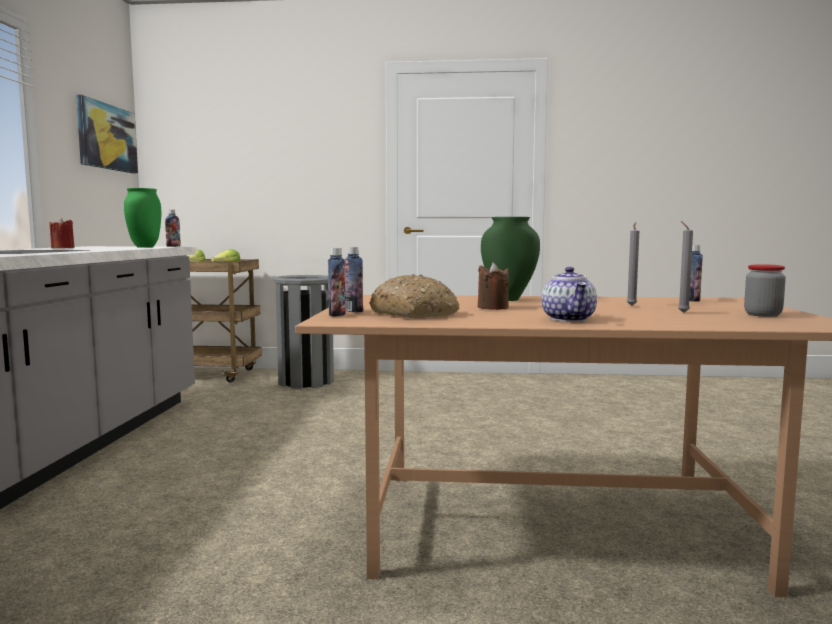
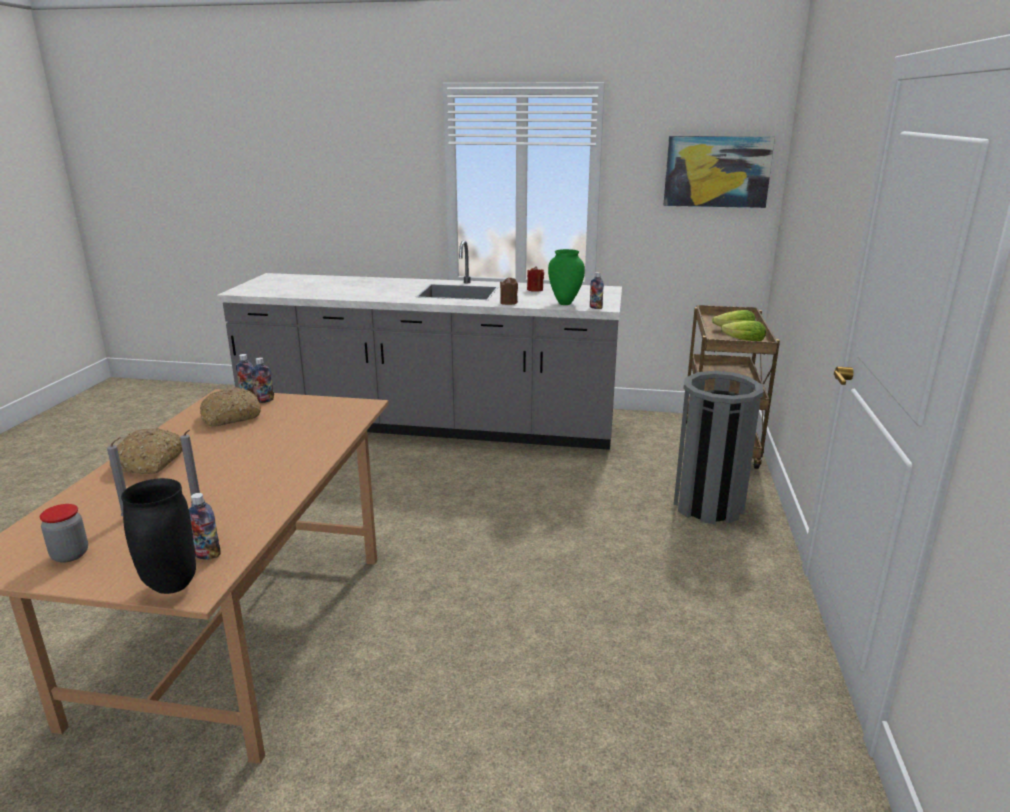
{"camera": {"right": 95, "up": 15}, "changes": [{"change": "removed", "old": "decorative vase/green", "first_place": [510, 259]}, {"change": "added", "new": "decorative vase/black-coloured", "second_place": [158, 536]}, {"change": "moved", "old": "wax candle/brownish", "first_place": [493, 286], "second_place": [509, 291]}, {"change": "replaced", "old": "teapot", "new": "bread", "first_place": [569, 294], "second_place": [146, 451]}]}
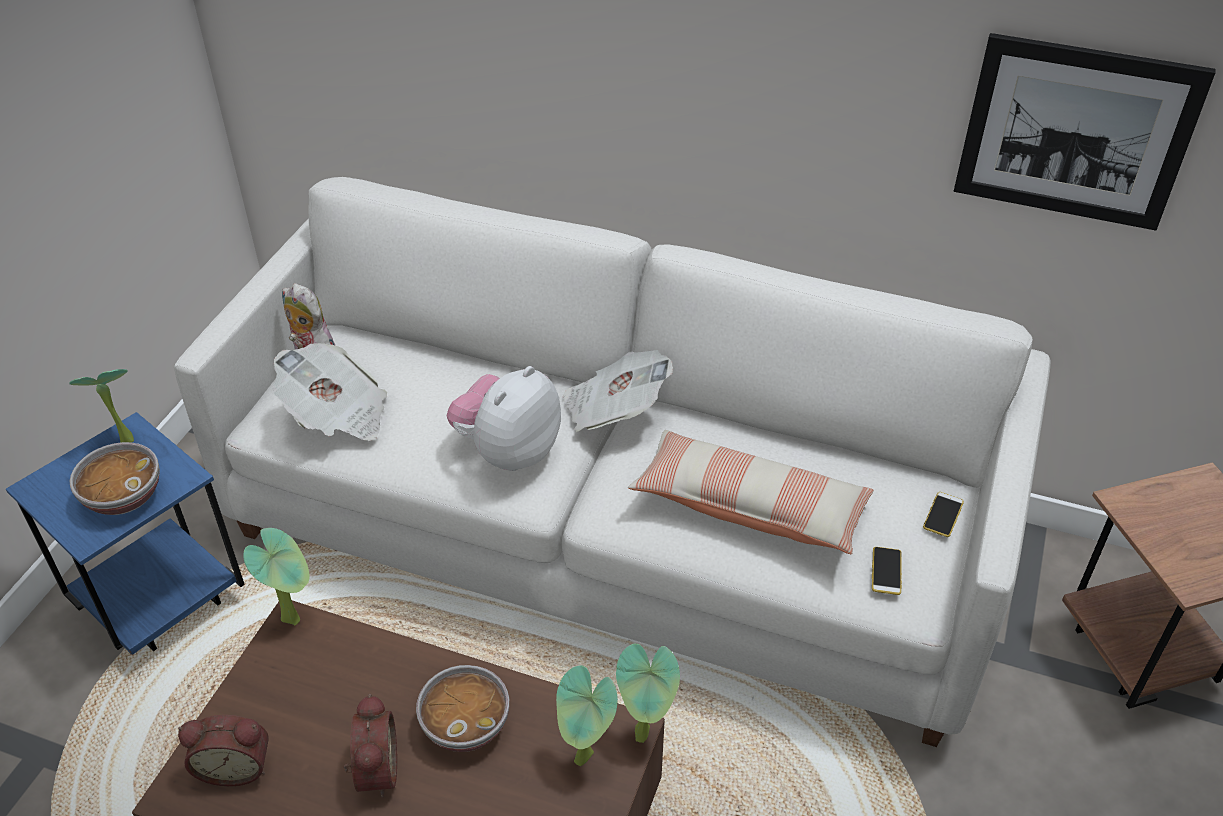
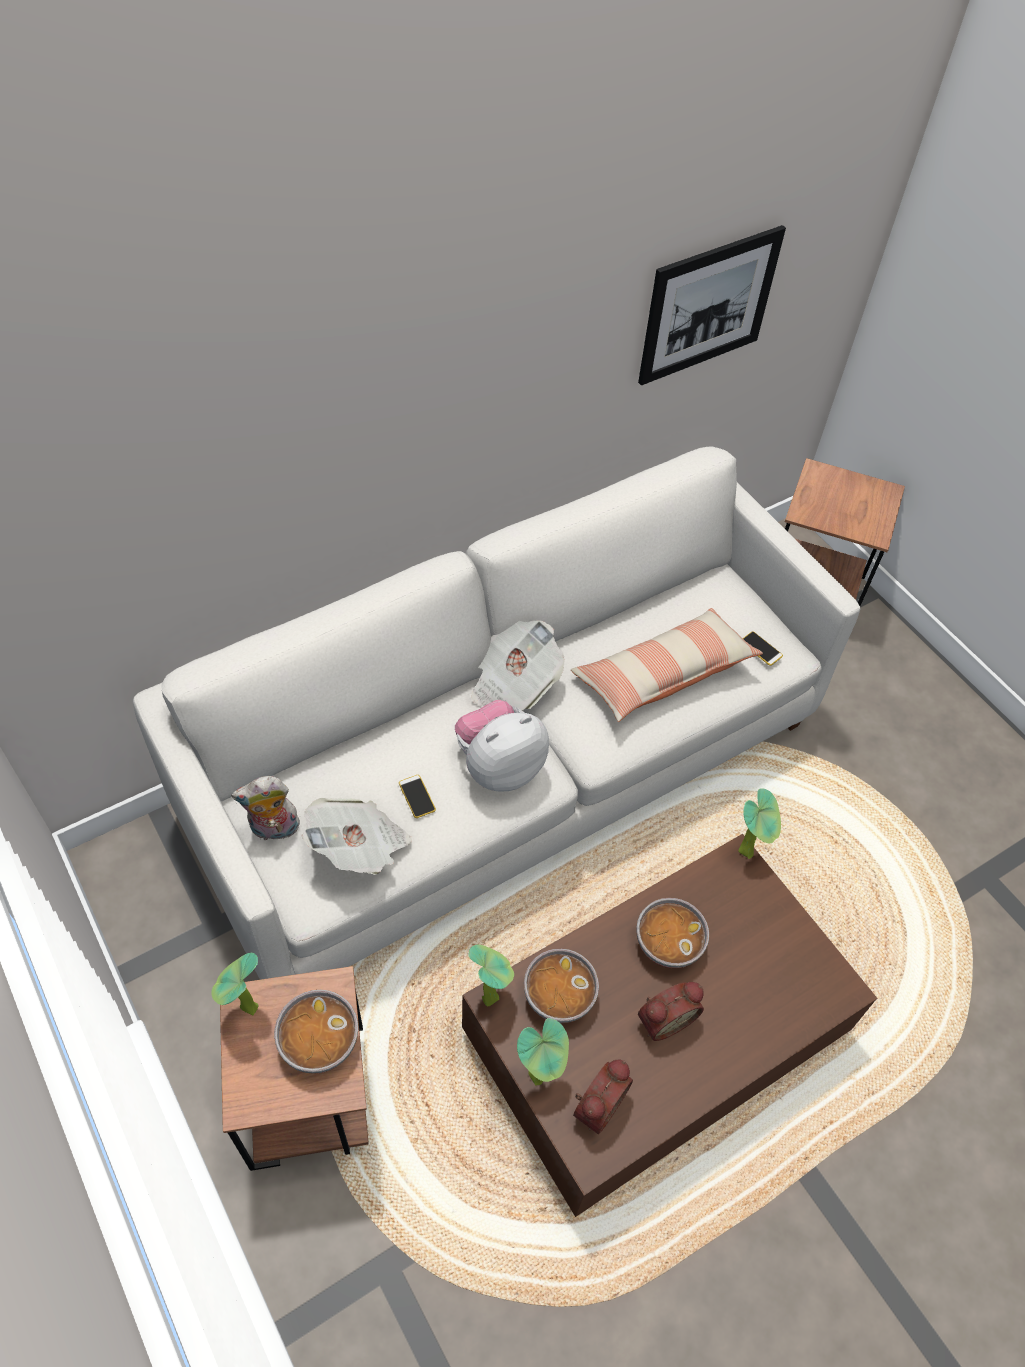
{"camera": {"right": -55, "up": 10}, "changes": [{"change": "added", "new": "bowl", "second_place": [561, 986]}, {"change": "moved", "old": "potted plant", "first_place": [587, 715], "second_place": [543, 1052]}, {"change": "moved", "old": "telephone", "first_place": [943, 514], "second_place": [417, 796]}, {"change": "recoloured", "old": "accent table/blue-coloured", "new": "accent table/brownish", "first_place": [125, 533], "second_place": [294, 1068]}, {"change": "turned", "old": "alarm clock", "first_place": [370, 746], "second_place": [671, 1011], "degrees": 120}, {"change": "turned", "old": "cuddly toy", "first_place": [504, 418], "second_place": [502, 746], "degrees": 75}]}
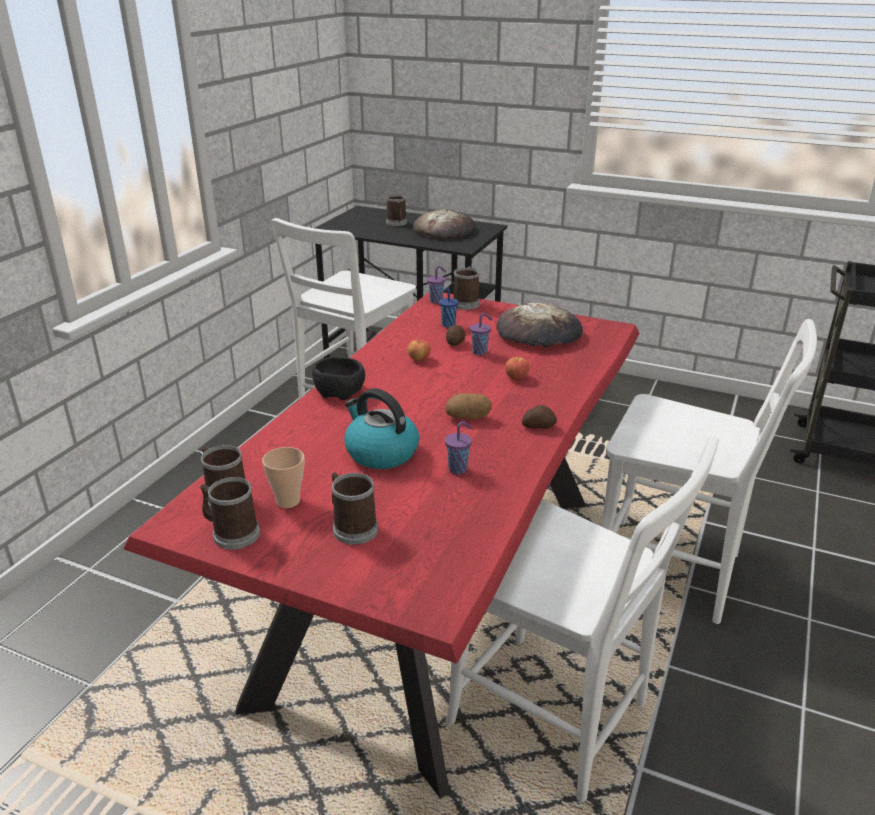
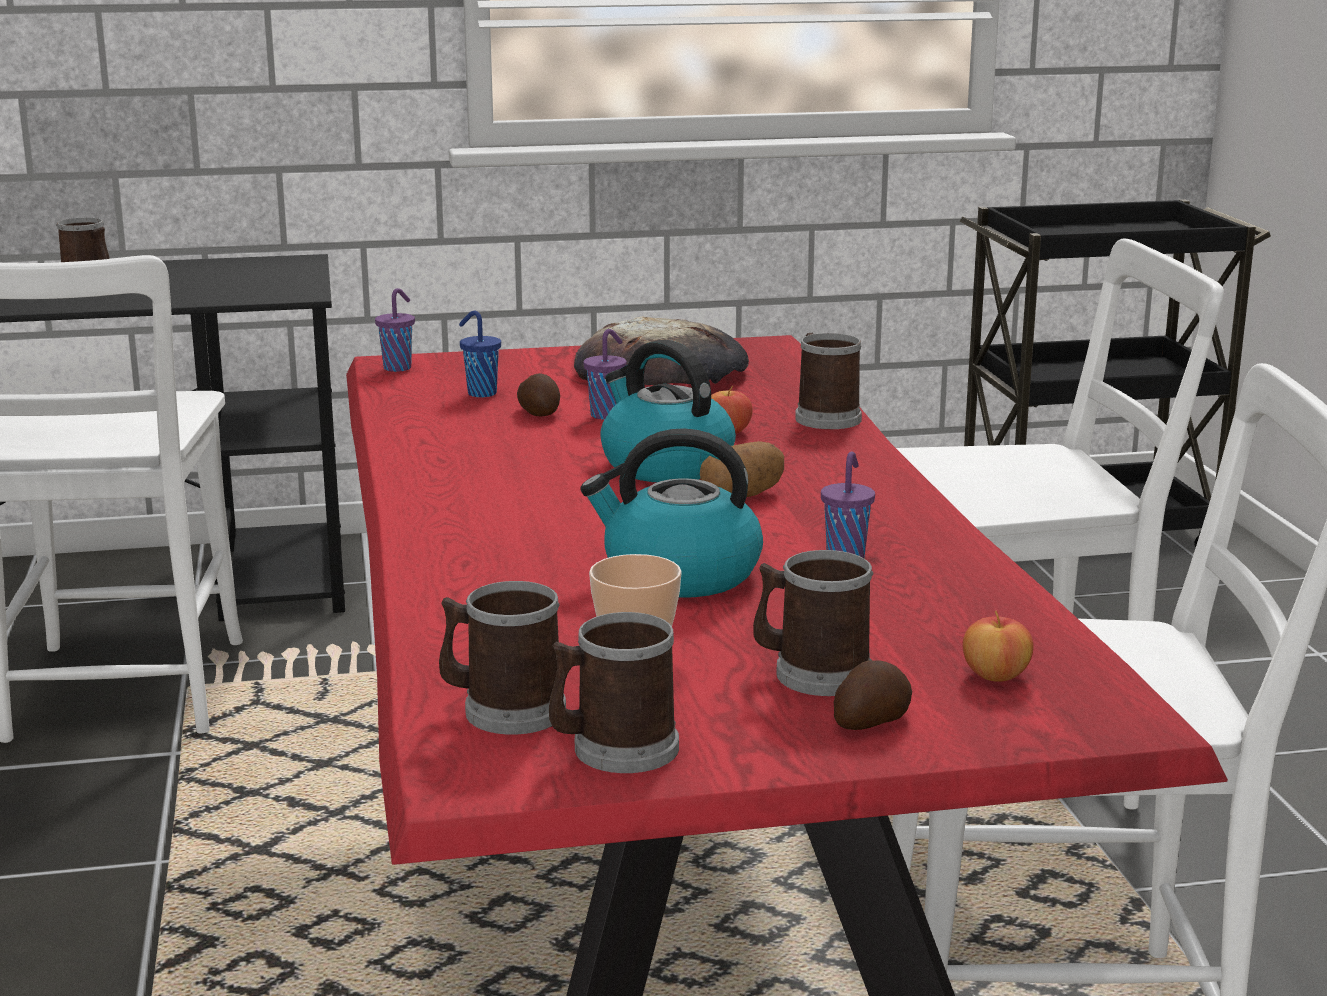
{"camera": {"right": -35, "up": -10}, "changes": [{"change": "removed", "old": "bowl/black-coloured", "first_place": [338, 378]}, {"change": "removed", "old": "bread", "first_place": [444, 224]}, {"change": "added", "new": "kettle", "second_place": [668, 411]}, {"change": "moved", "old": "apple fruit", "first_place": [419, 350], "second_place": [998, 646]}, {"change": "moved", "old": "mug", "first_place": [466, 288], "second_place": [828, 381]}, {"change": "moved", "old": "potato", "first_place": [539, 417], "second_place": [873, 695]}]}
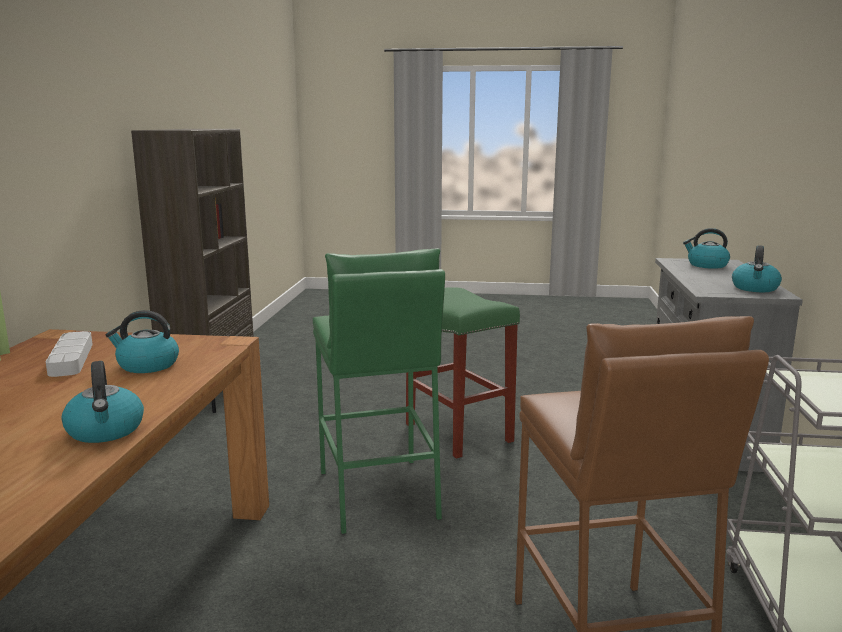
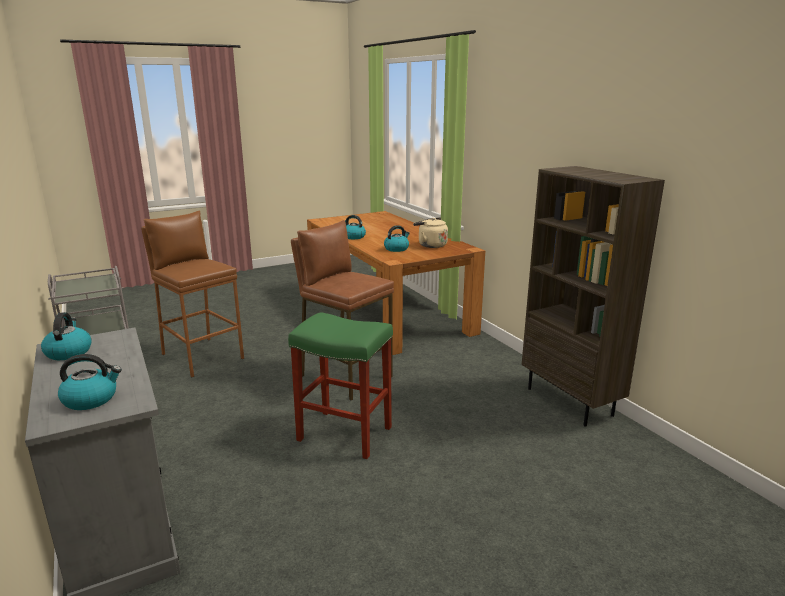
{"camera": {"right": 145, "up": 5}, "changes": [{"change": "replaced", "old": "carrying tray/gray", "new": "kettle/sand-coloured", "first_place": [69, 354], "second_place": [430, 232]}, {"change": "recoloured", "old": "stool seat/green", "new": "stool seat/brownish", "first_place": [379, 391], "second_place": [342, 310]}]}
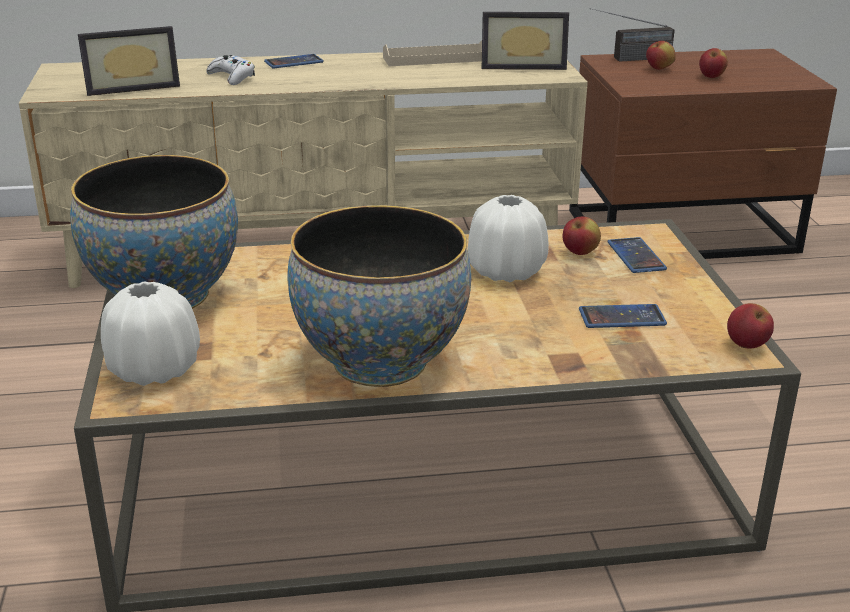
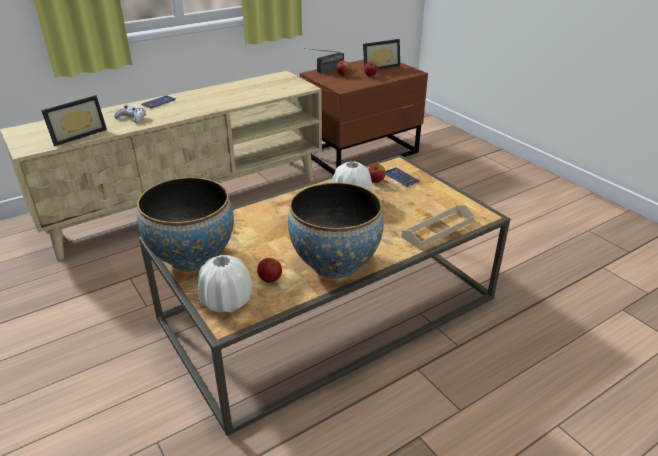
{"camera": {"right": -25, "up": 5}, "changes": [{"change": "removed", "old": "telephone", "first_place": [623, 316]}, {"change": "moved", "old": "carrying tray/sand-coloured", "first_place": [432, 53], "second_place": [437, 226]}, {"change": "moved", "old": "picture frame", "first_place": [525, 41], "second_place": [381, 55]}, {"change": "moved", "old": "apple fruit", "first_place": [750, 325], "second_place": [269, 270]}]}
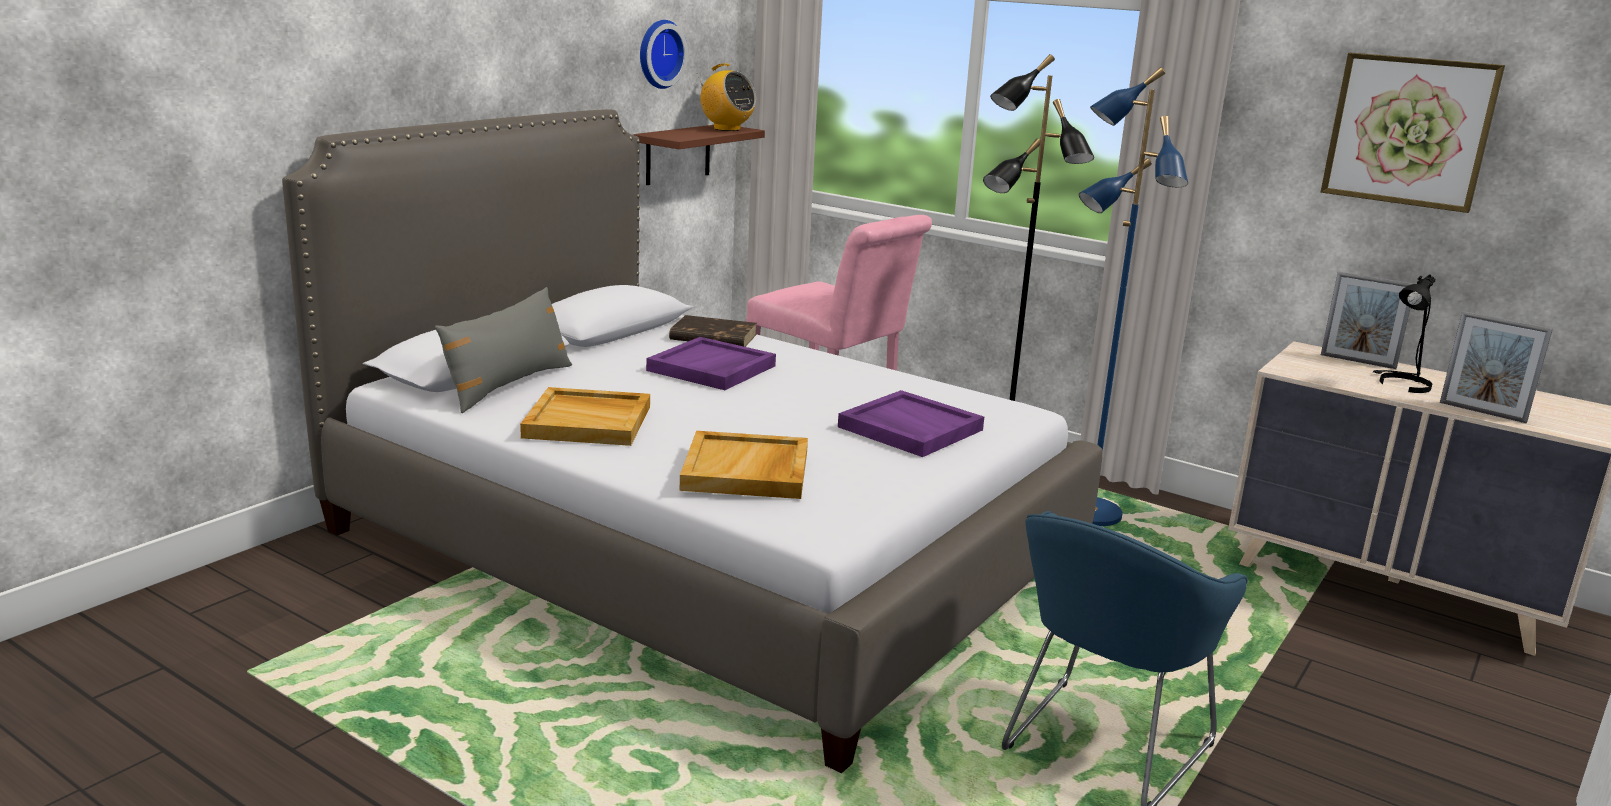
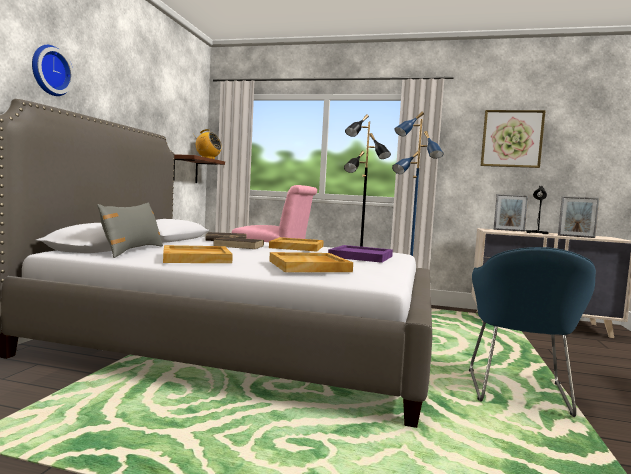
{"camera": {"right": -20, "up": -15}, "changes": [{"change": "added", "new": "carrying tray/sand-coloured", "second_place": [296, 244]}, {"change": "moved", "old": "hanging clock", "first_place": [664, 54], "second_place": [53, 70]}, {"change": "replaced", "old": "carrying tray/purple-coloured", "new": "bound book/brownish", "first_place": [711, 363], "second_place": [238, 243]}]}
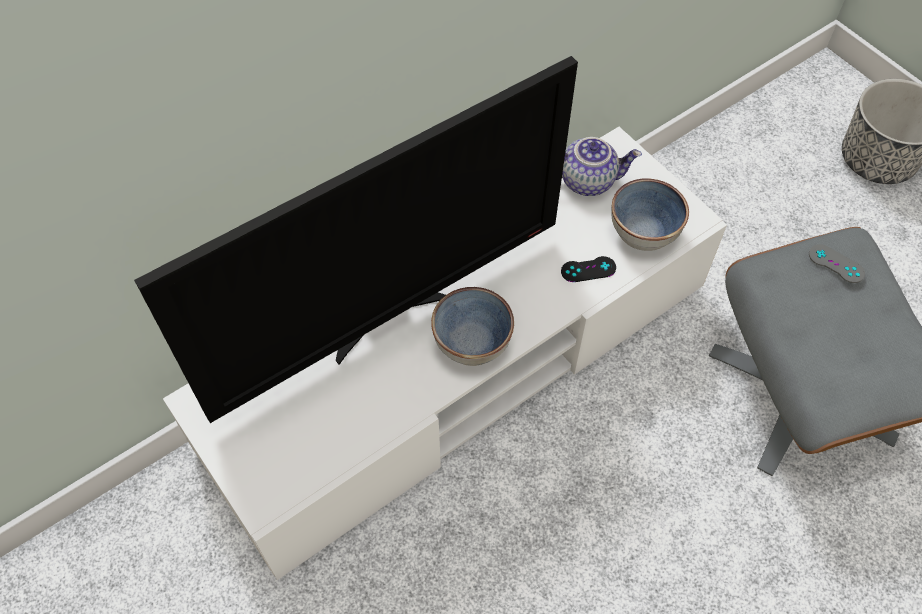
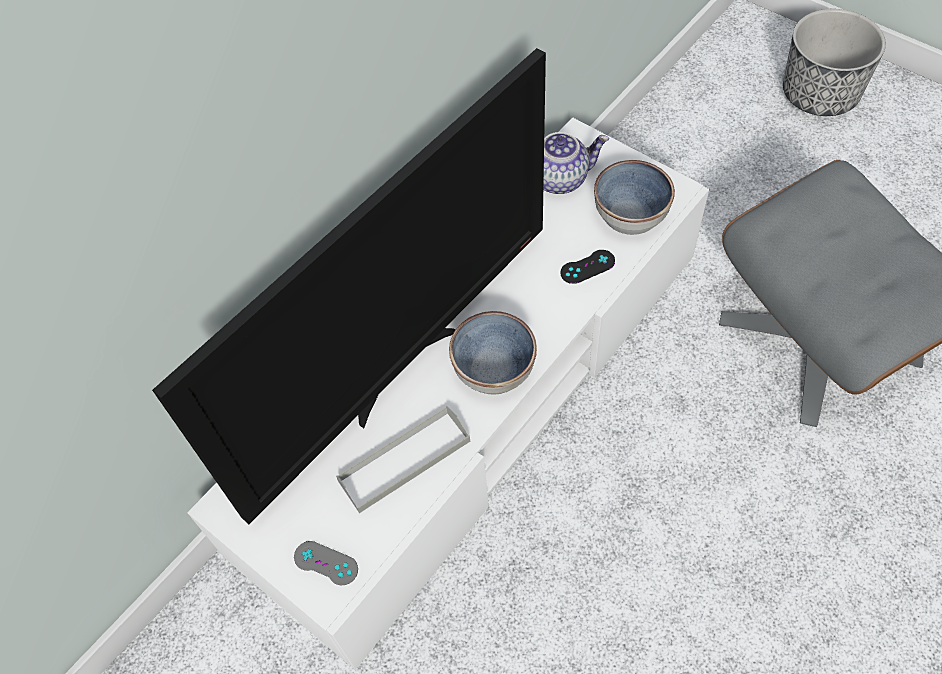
{"camera": {"right": -10, "up": 0}, "changes": [{"change": "added", "new": "carrying tray/gray", "second_place": [403, 459]}, {"change": "moved", "old": "gamepad/gray", "first_place": [837, 263], "second_place": [326, 563]}]}
